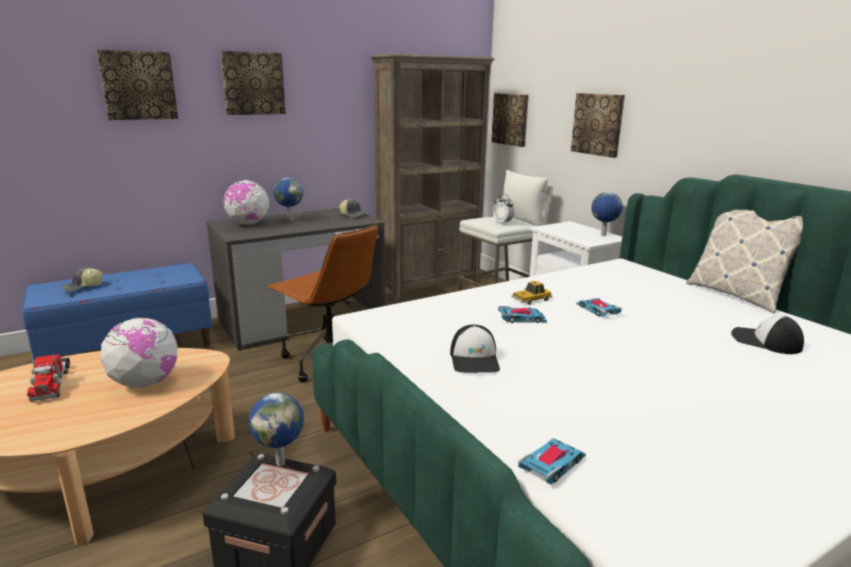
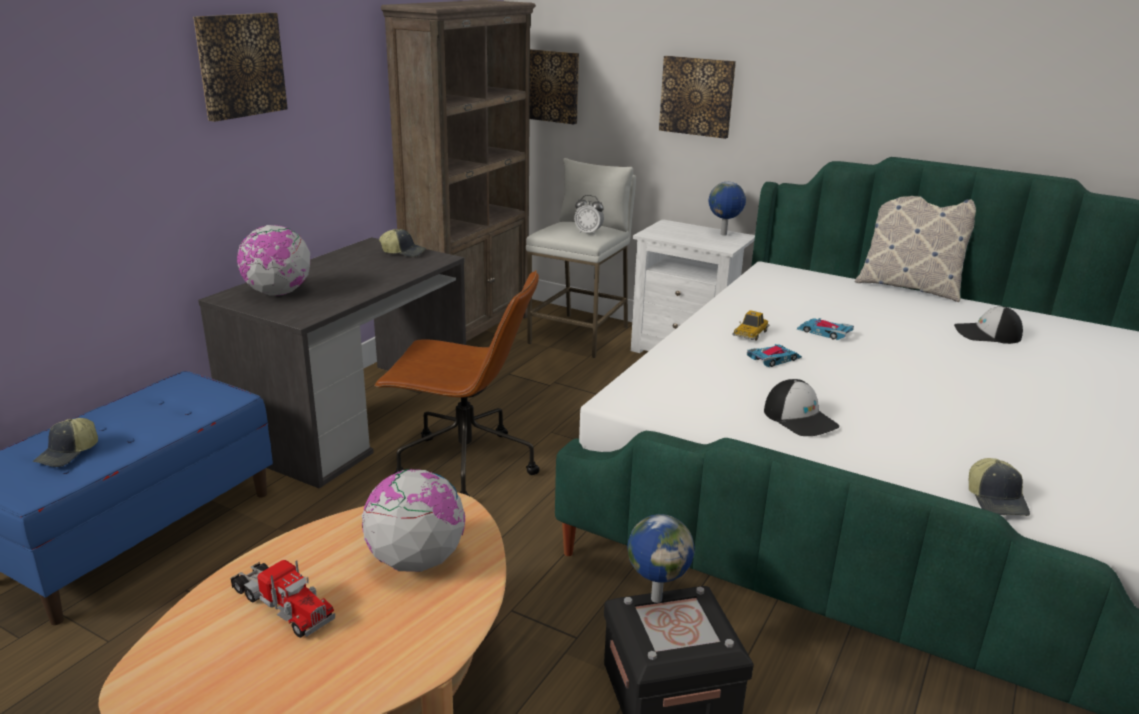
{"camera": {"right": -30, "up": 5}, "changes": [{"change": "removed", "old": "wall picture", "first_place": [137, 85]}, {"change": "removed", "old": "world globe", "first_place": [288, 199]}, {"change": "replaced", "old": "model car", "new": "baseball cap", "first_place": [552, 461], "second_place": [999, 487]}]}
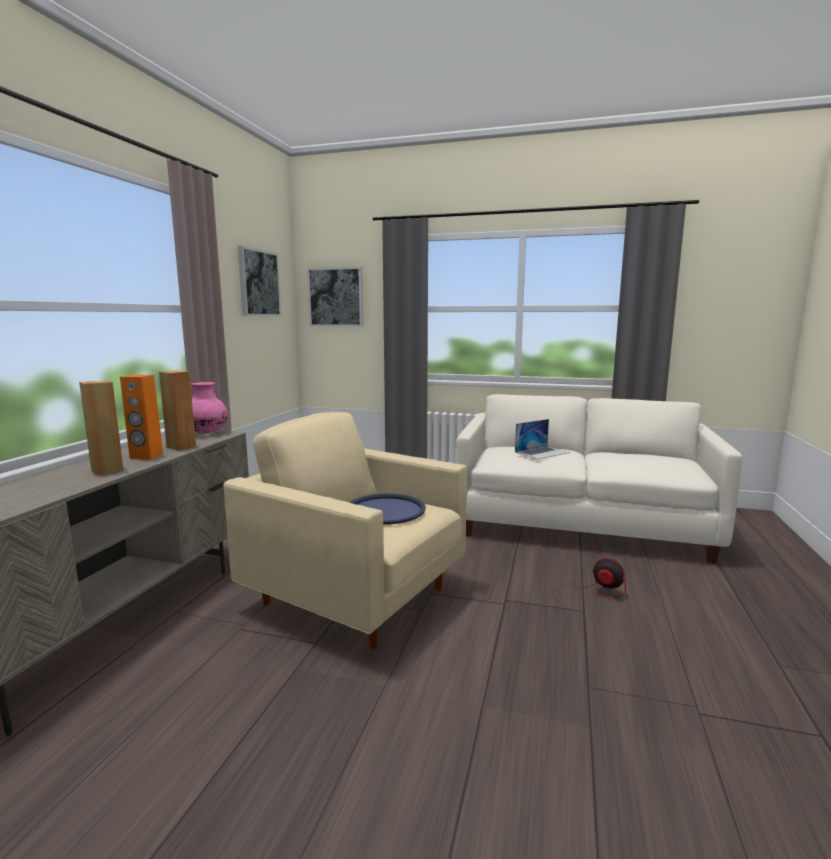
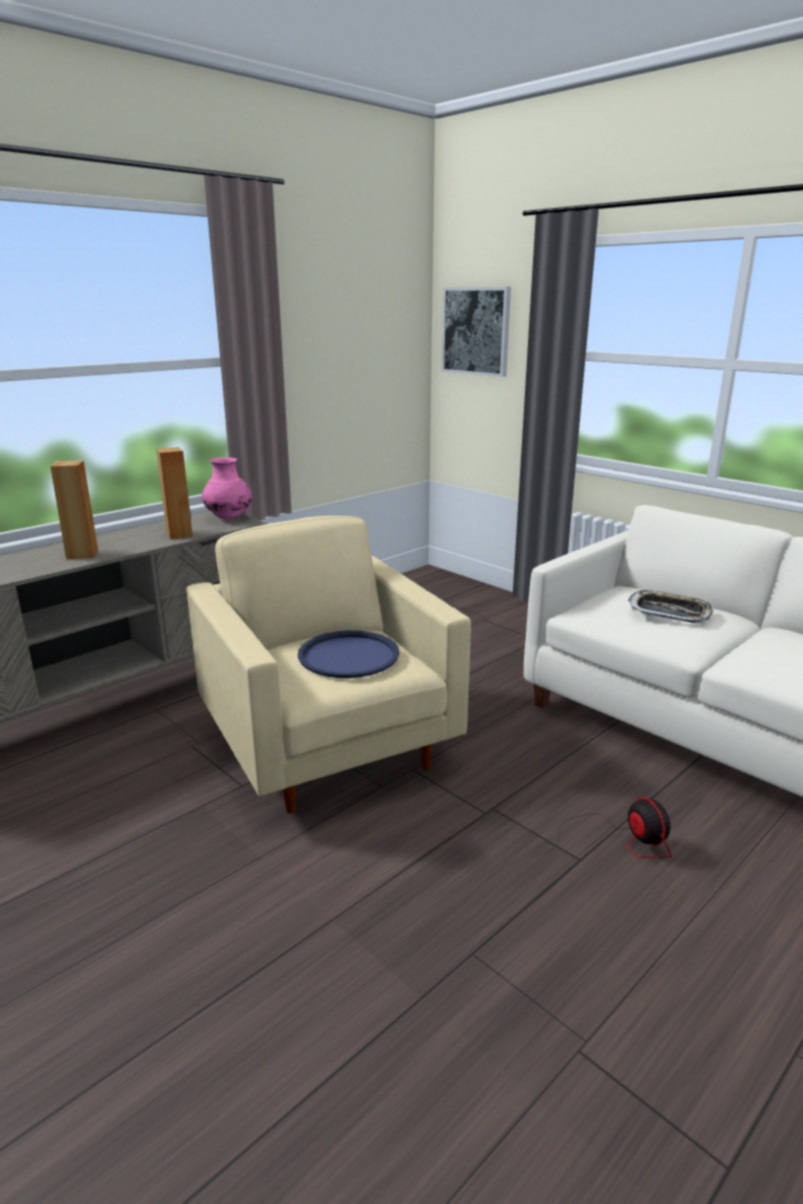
{"camera": {"right": 30, "up": 10}, "changes": [{"change": "removed", "old": "audio speaker/orange", "first_place": [141, 417]}, {"change": "removed", "old": "wall picture", "first_place": [259, 281]}, {"change": "replaced", "old": "notebook computer", "new": "carrying tray", "first_place": [542, 439], "second_place": [670, 606]}]}
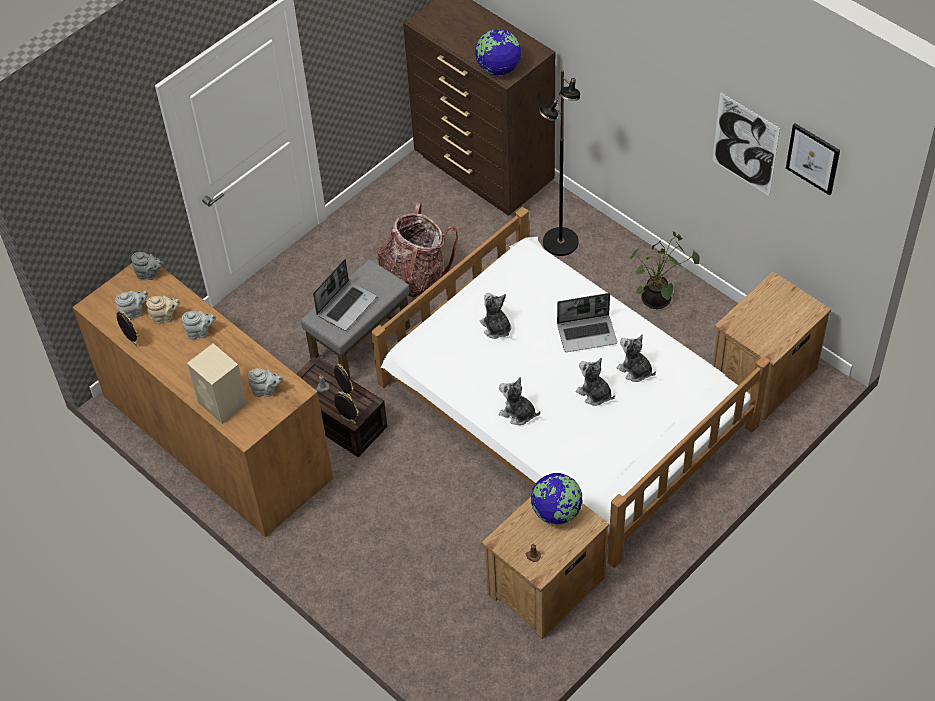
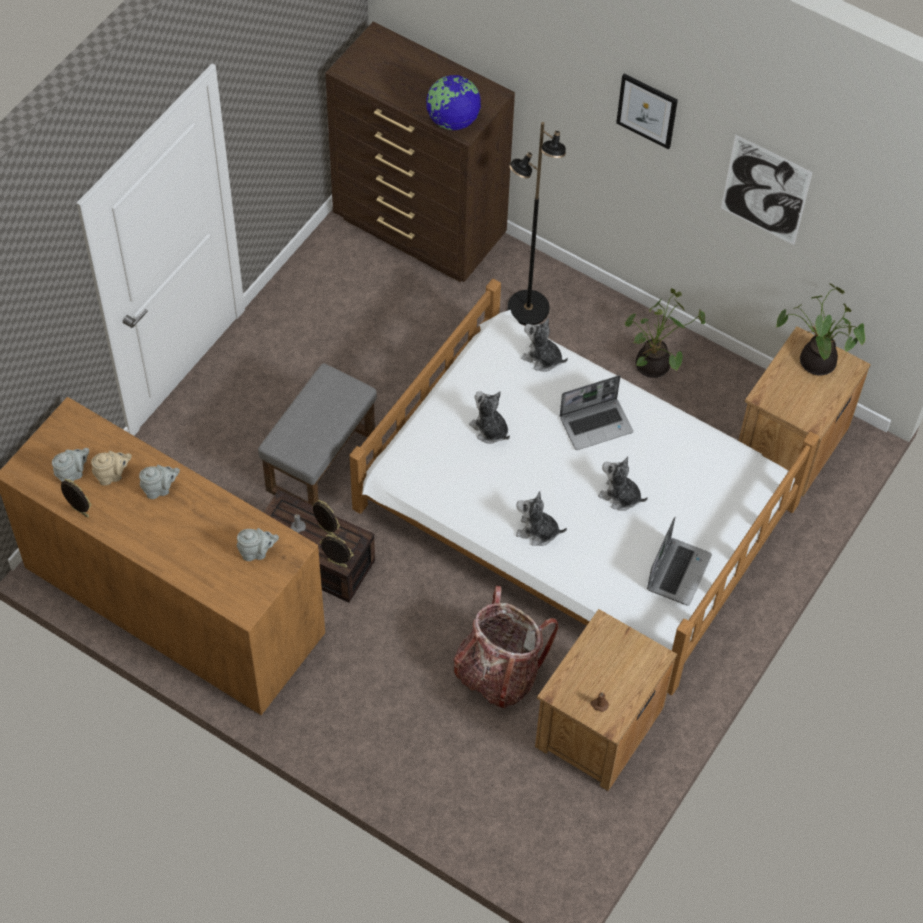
{"camera": {"right": -15, "up": 5}, "changes": [{"change": "removed", "old": "teapot/gray", "first_place": [147, 266]}, {"change": "removed", "old": "audio speaker/sand-coloured", "first_place": [217, 383]}, {"change": "removed", "old": "world globe", "first_place": [556, 498]}, {"change": "added", "new": "potted plant", "second_place": [820, 329]}, {"change": "moved", "old": "notebook computer", "first_place": [345, 295], "second_place": [679, 561]}, {"change": "moved", "old": "rucksack", "first_place": [417, 250], "second_place": [505, 647]}, {"change": "moved", "old": "cuddly toy", "first_place": [636, 358], "second_place": [544, 345]}, {"change": "moved", "old": "wall picture", "first_place": [813, 159], "second_place": [647, 111]}]}
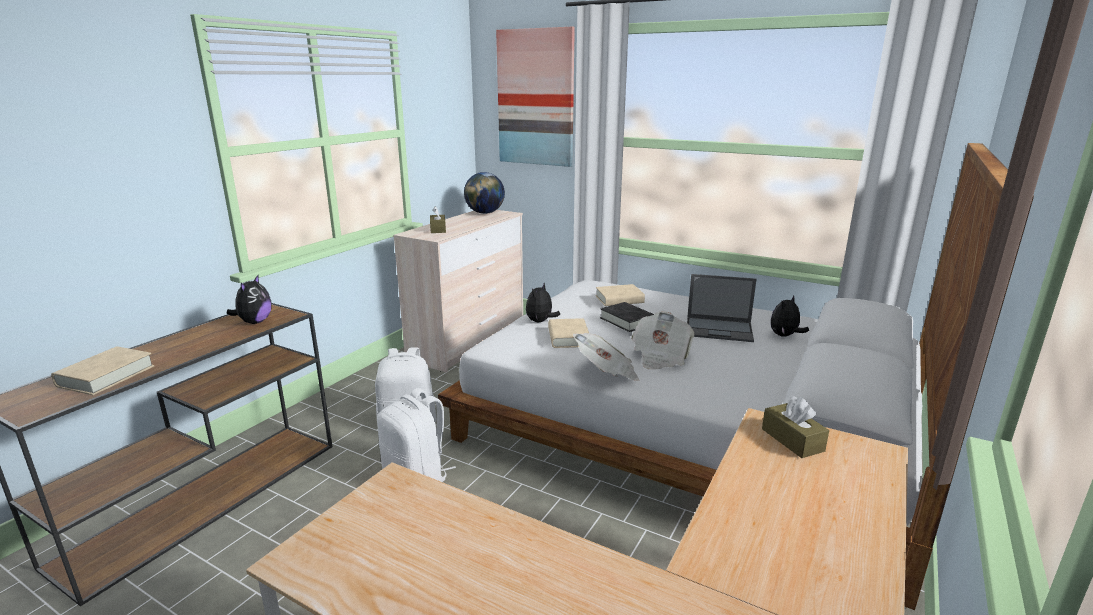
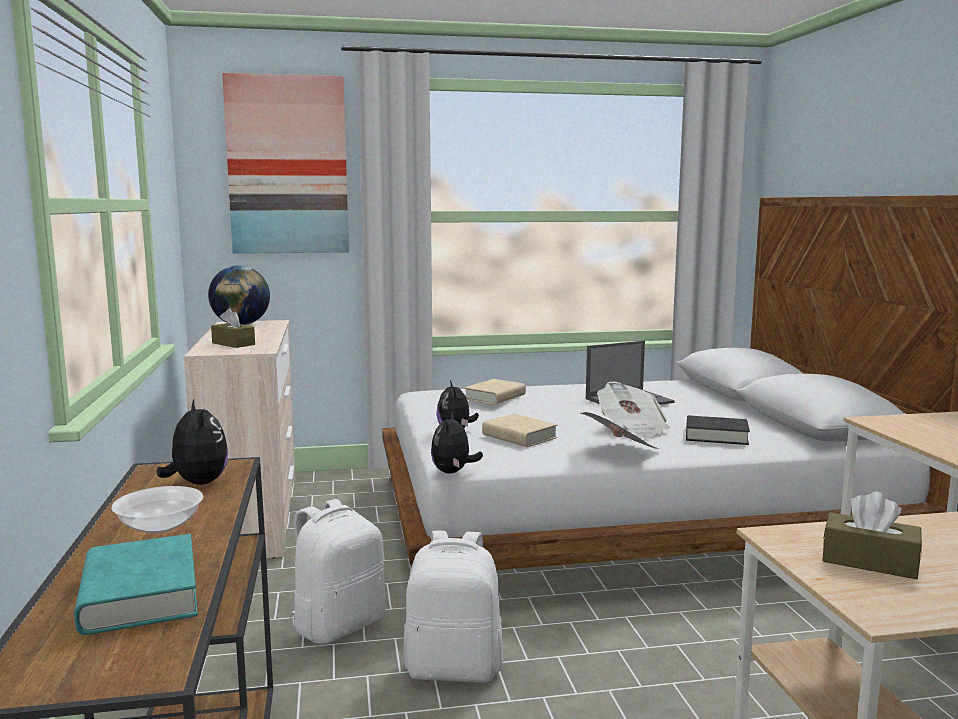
{"camera": {"right": -40, "up": -10}, "changes": [{"change": "added", "new": "bowl", "second_place": [157, 510]}, {"change": "moved", "old": "bound book/black-coloured", "first_place": [627, 317], "second_place": [718, 430]}, {"change": "moved", "old": "tissue box/brownish", "first_place": [795, 427], "second_place": [872, 535]}, {"change": "moved", "old": "cuddly toy", "first_place": [790, 316], "second_place": [457, 442]}, {"change": "recoloured", "old": "bound book/sand-coloured", "new": "bound book/turquoise", "first_place": [102, 370], "second_place": [136, 584]}]}
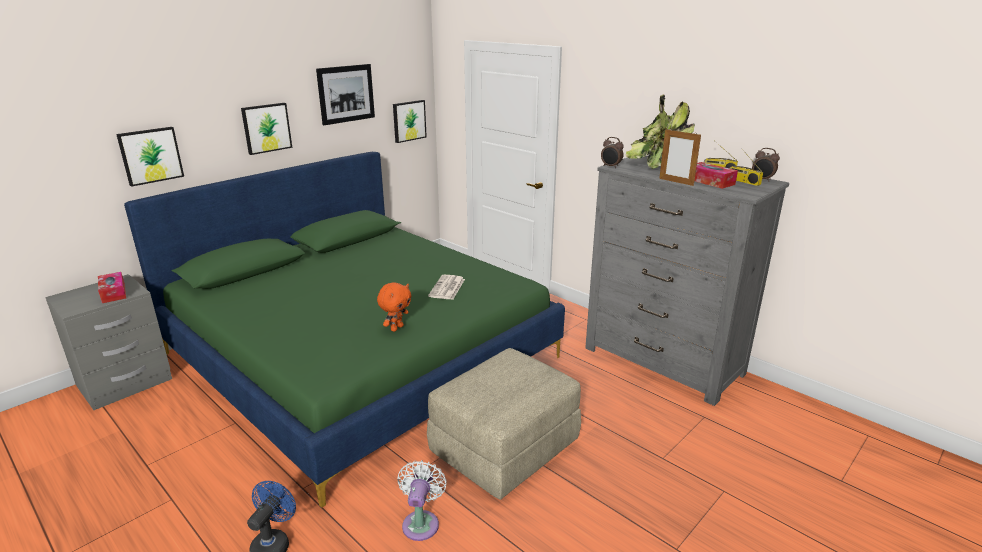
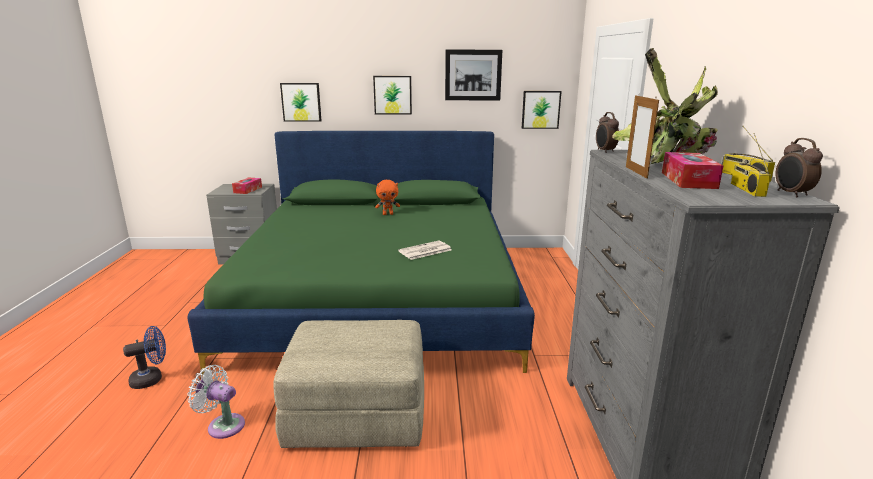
{"camera": {"right": 45, "up": -5}, "changes": [{"change": "moved", "old": "cuddly toy/orange", "first_place": [394, 307], "second_place": [387, 197]}, {"change": "turned", "old": "fan/white-coloured", "first_place": [422, 500], "second_place": [216, 402], "degrees": -120}]}
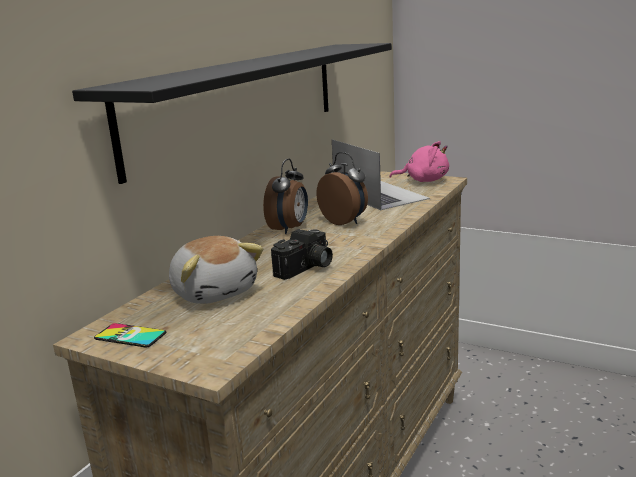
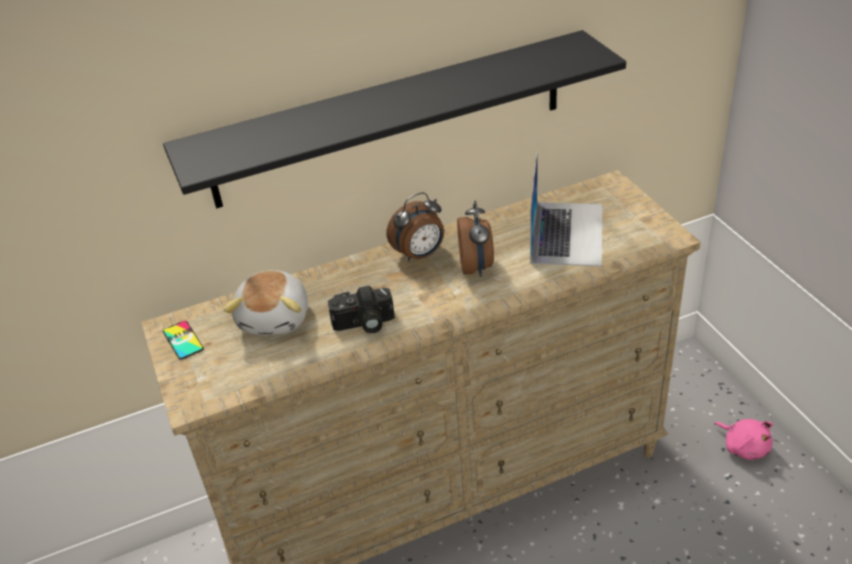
{"camera": {"right": 40, "up": 20}, "changes": [{"change": "moved", "old": "cuddly toy/pinkish", "first_place": [419, 161], "second_place": [744, 439]}]}
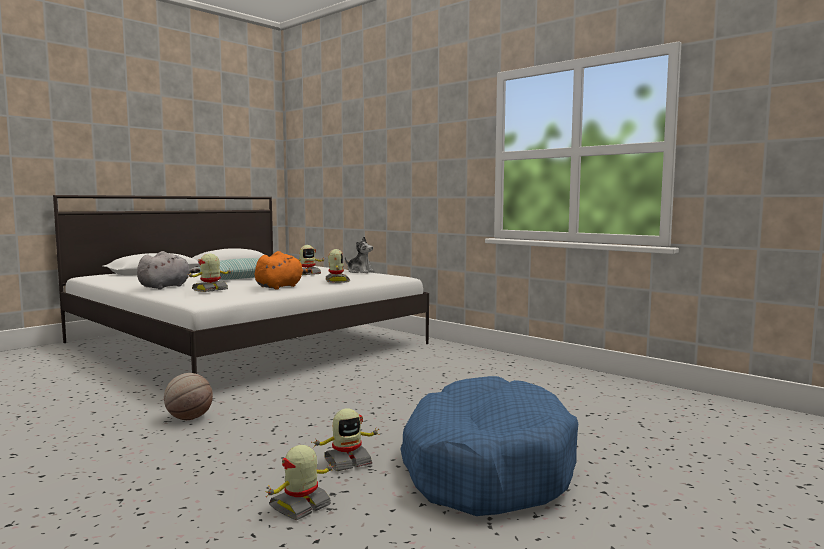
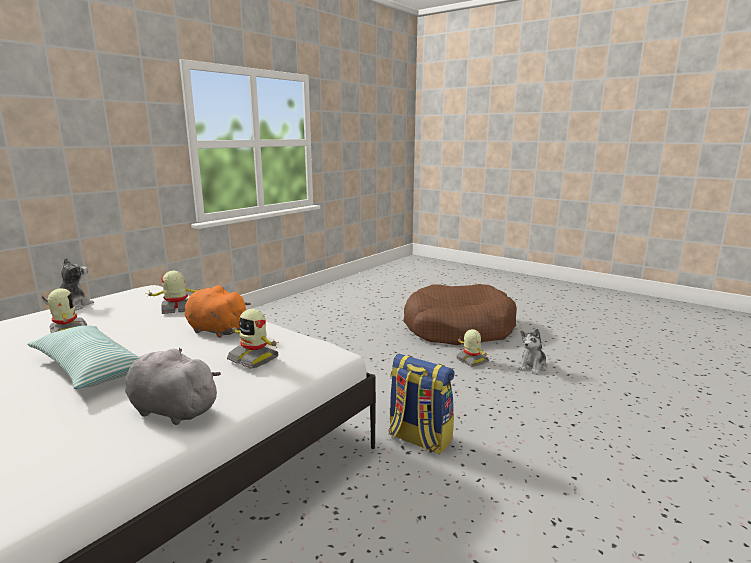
{"camera": {"right": -95, "up": 10}, "changes": [{"change": "replaced", "old": "ball for basketball", "new": "rucksack", "first_place": [188, 396], "second_place": [422, 404]}, {"change": "replaced", "old": "toy robot", "new": "cuddly toy", "first_place": [300, 482], "second_place": [532, 352]}, {"change": "recoloured", "old": "dog cushion/blue-coloured", "new": "dog cushion/brownish", "first_place": [489, 446], "second_place": [460, 314]}]}
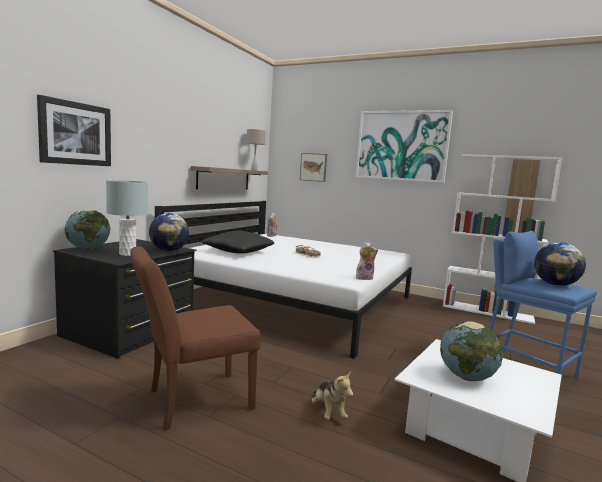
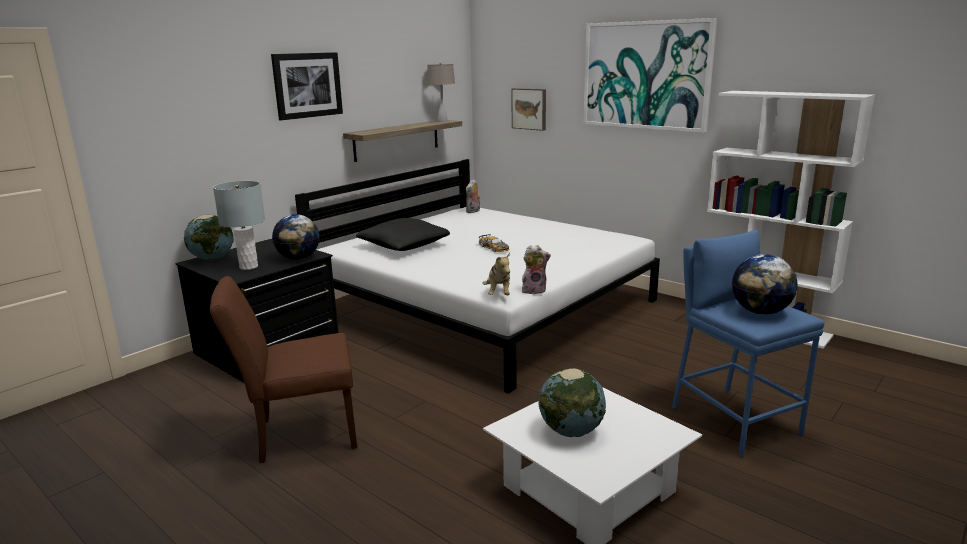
{"camera": {"right": 15, "up": 10}, "changes": [{"change": "moved", "old": "wall picture", "first_place": [74, 130], "second_place": [307, 86]}, {"change": "moved", "old": "cuddly toy", "first_place": [332, 395], "second_place": [496, 274]}]}
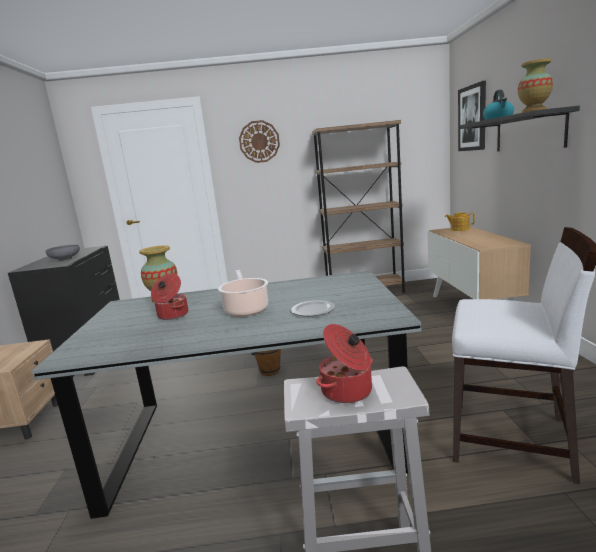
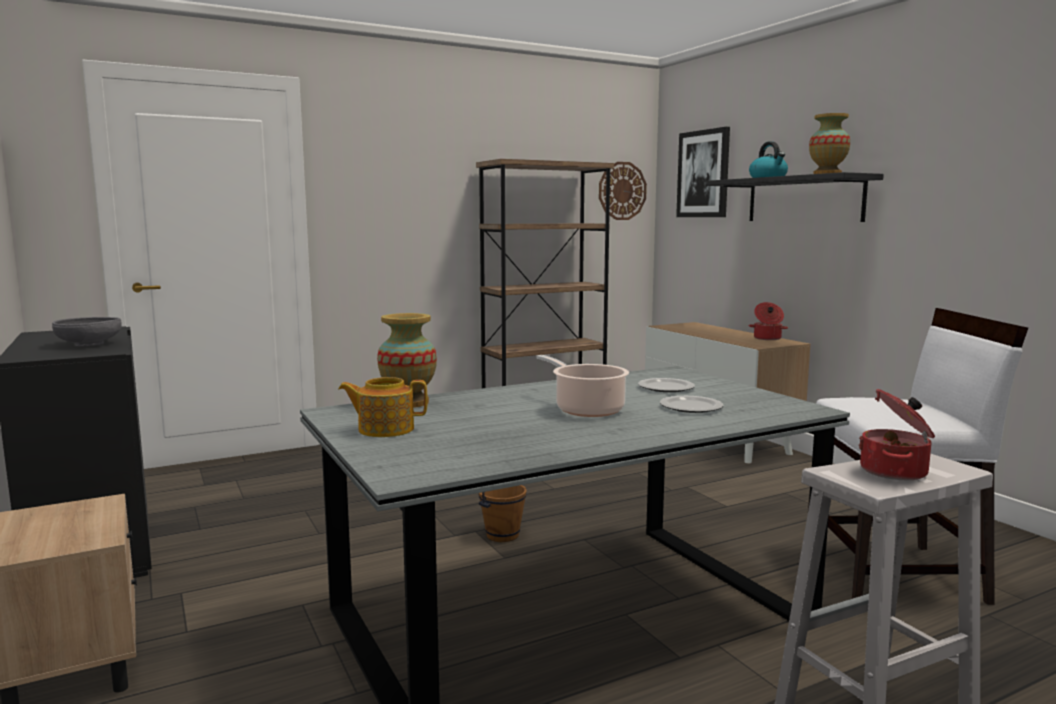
{"camera": {"right": -25, "up": -5}, "changes": [{"change": "added", "new": "plate", "second_place": [666, 385]}, {"change": "moved", "old": "stockpot", "first_place": [169, 296], "second_place": [768, 321]}, {"change": "moved", "old": "hanging clock", "first_place": [259, 141], "second_place": [623, 191]}, {"change": "moved", "old": "teapot", "first_place": [460, 222], "second_place": [383, 407]}]}
